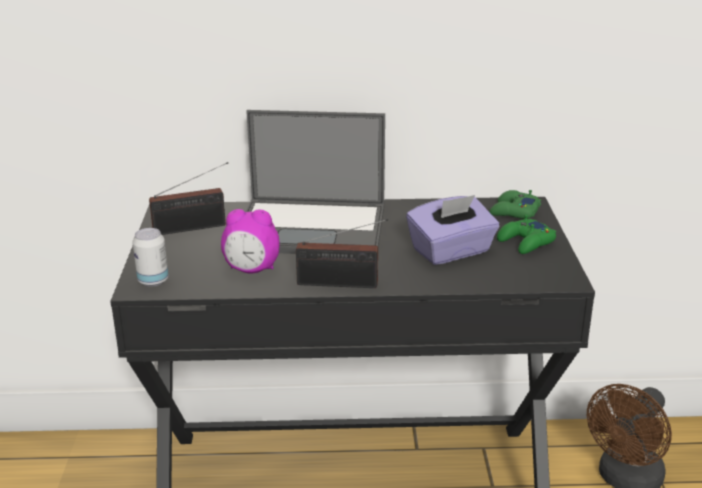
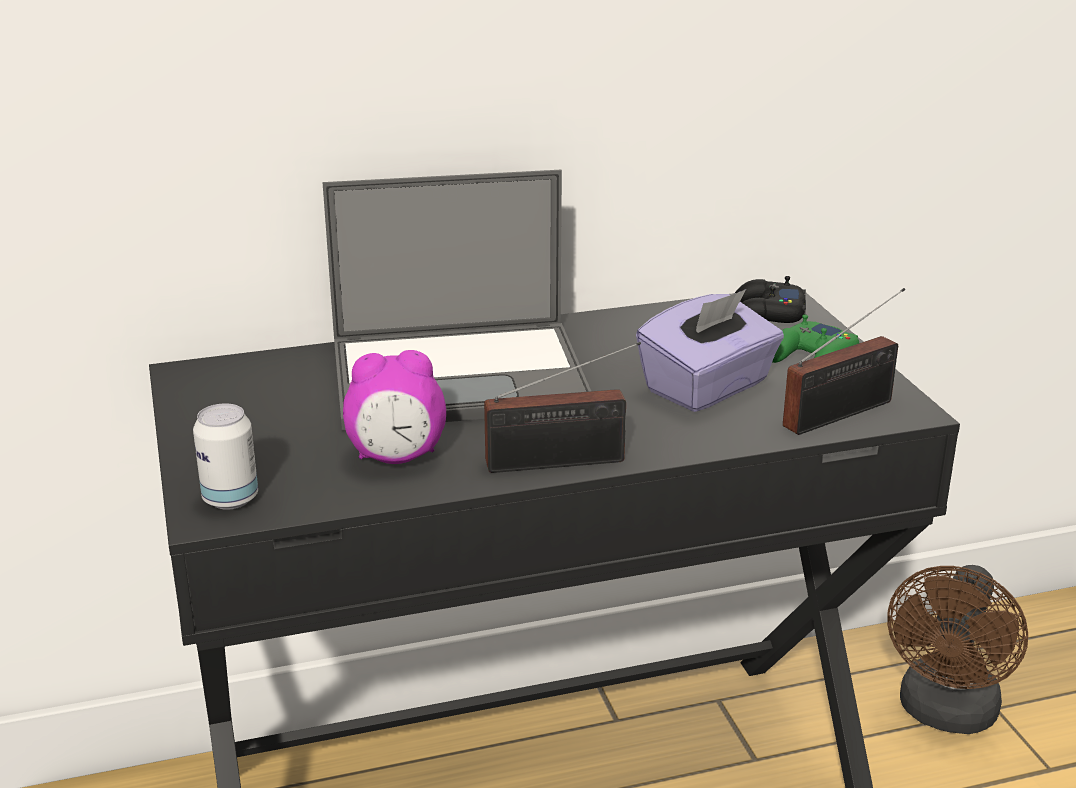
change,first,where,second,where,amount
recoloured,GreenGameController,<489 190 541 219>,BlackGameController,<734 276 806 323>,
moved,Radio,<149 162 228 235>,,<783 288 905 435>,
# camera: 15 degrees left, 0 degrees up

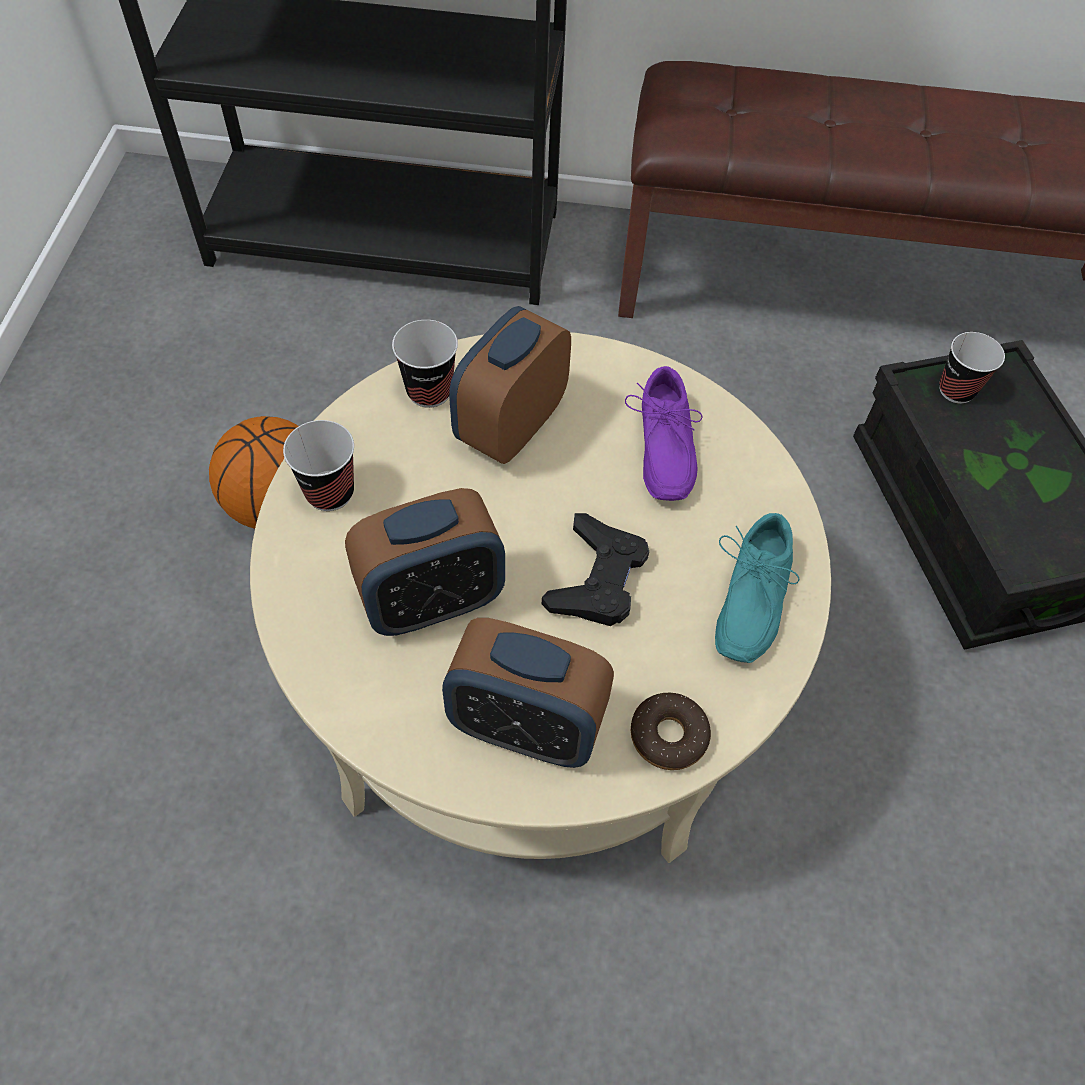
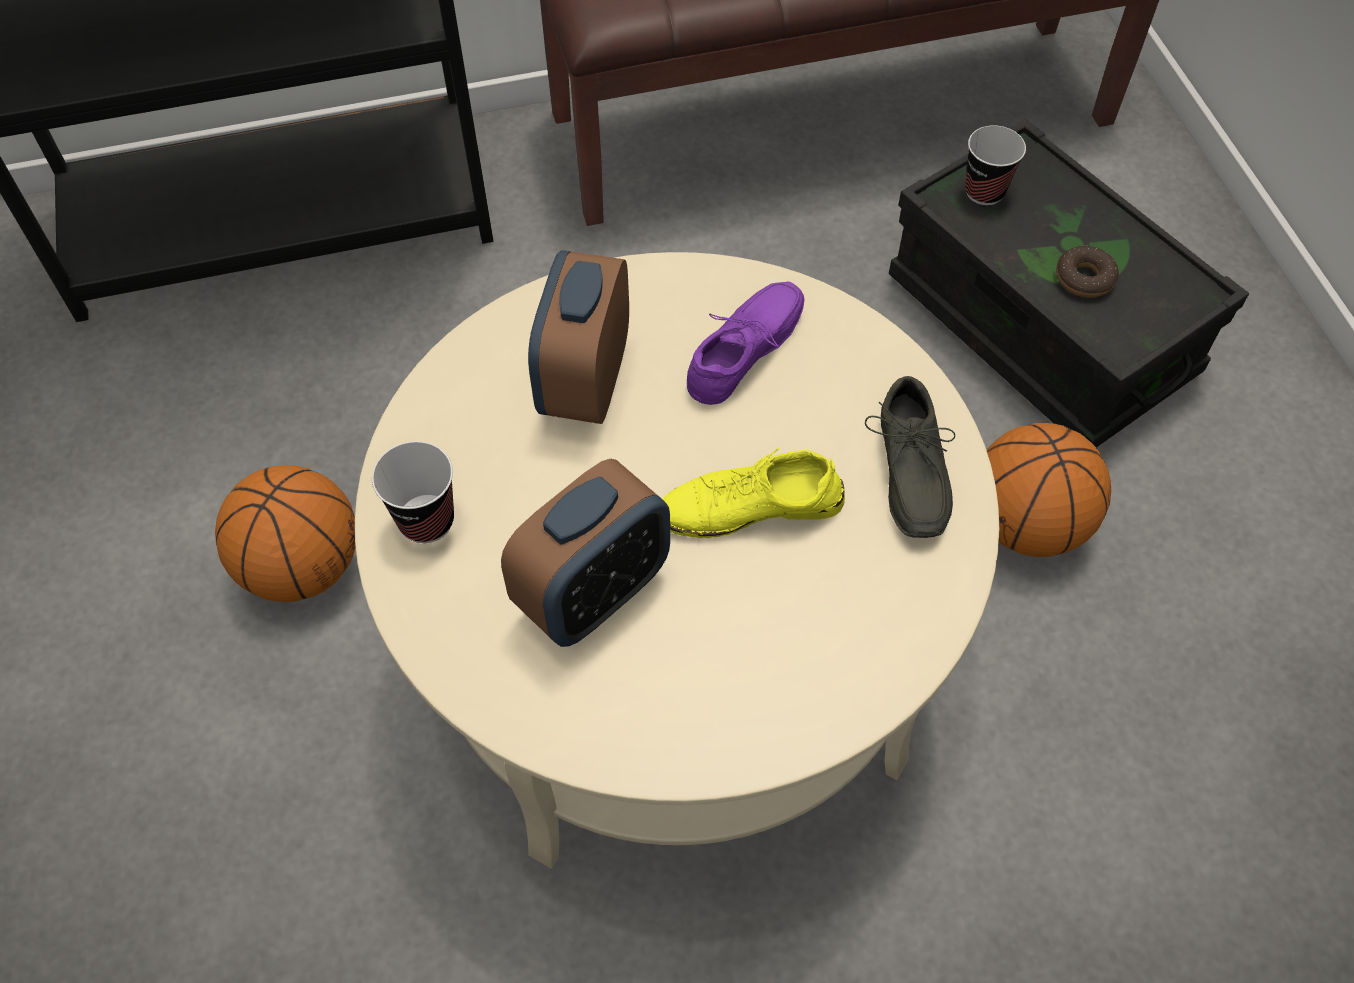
change,first,where,second,where,amount
replaced,BlackGameController,<542 513 649 626>,YellowShoe,<663 447 845 538>,
turned,PurpleShoe,<625 366 703 501>,,<687 281 805 405>,120 degrees counterclockwise
recoloured,TurquoiseShoe,<715 513 799 663>,GreyShoe,<865 376 955 538>,
added,,,Basketball,<987 423 1111 557>,
moved,Donut,<631 693 711 770>,,<1056 245 1119 298>,
removed,Cup,<392 320 458 408>,,,
removed,AlarmClock,<442 618 614 768>,,,
# camera: 20 degrees left, 0 degrees up

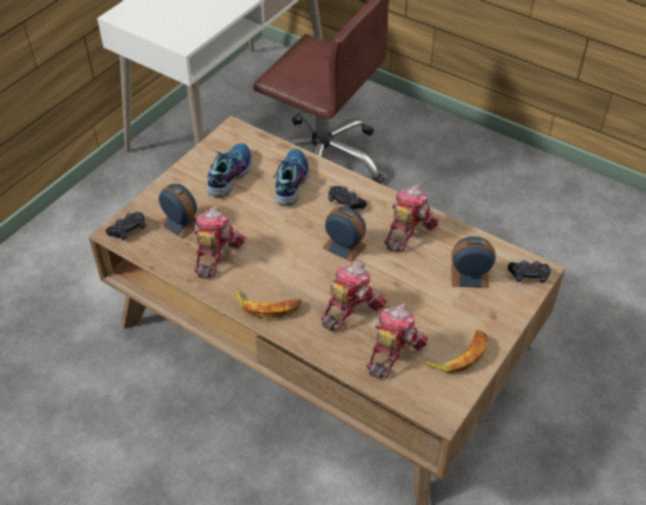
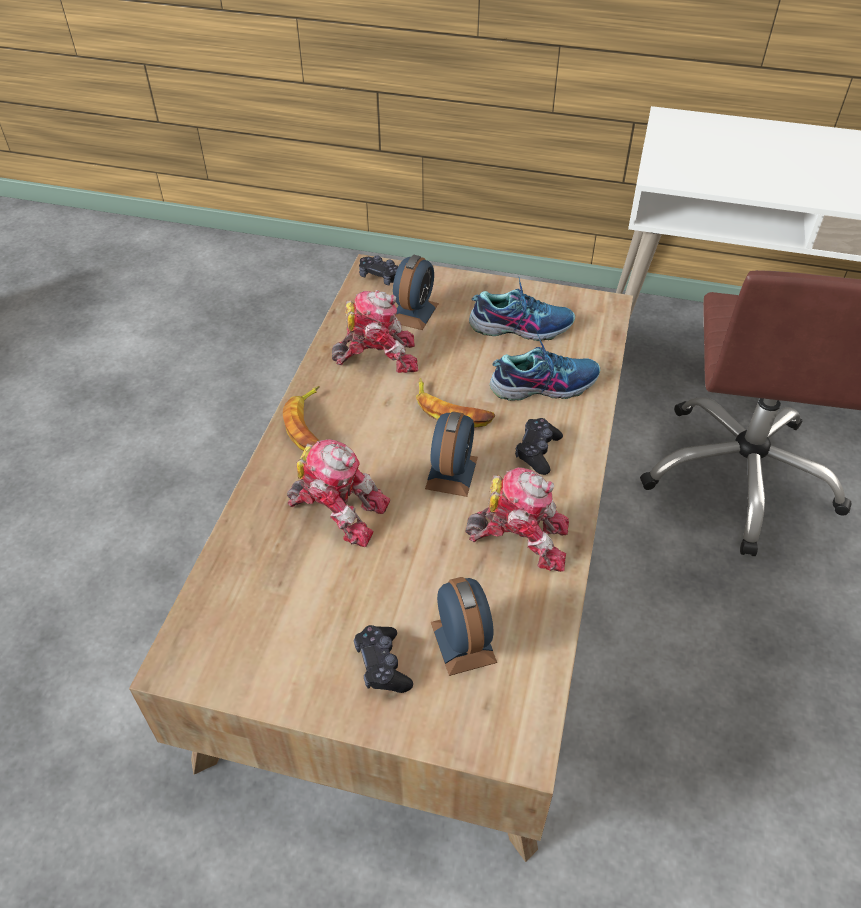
change,first,where,second,where,amount
moved,BlackGameController,<508 260 551 283>,,<354 625 413 693>,
moved,Banana,<424 330 488 373>,,<416 378 496 428>,
removed,ToyRobot,<366 303 428 379>,,,
# camera: 70 degrees right, 0 degrees up

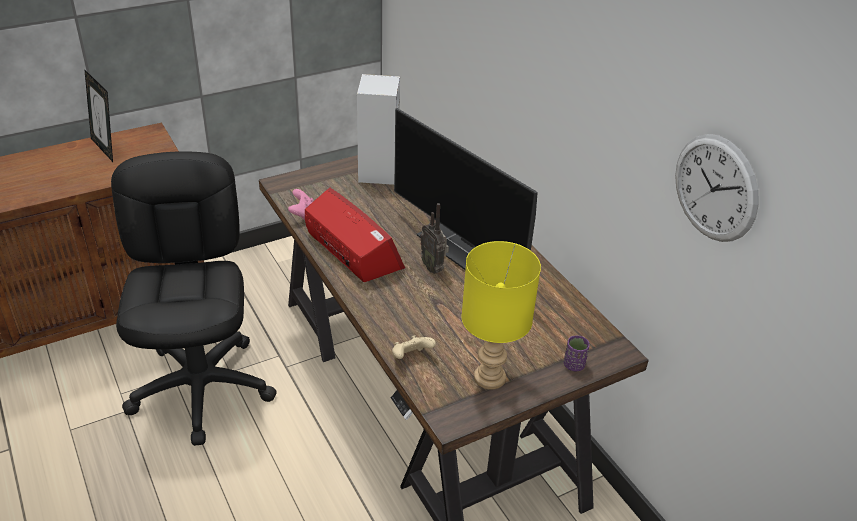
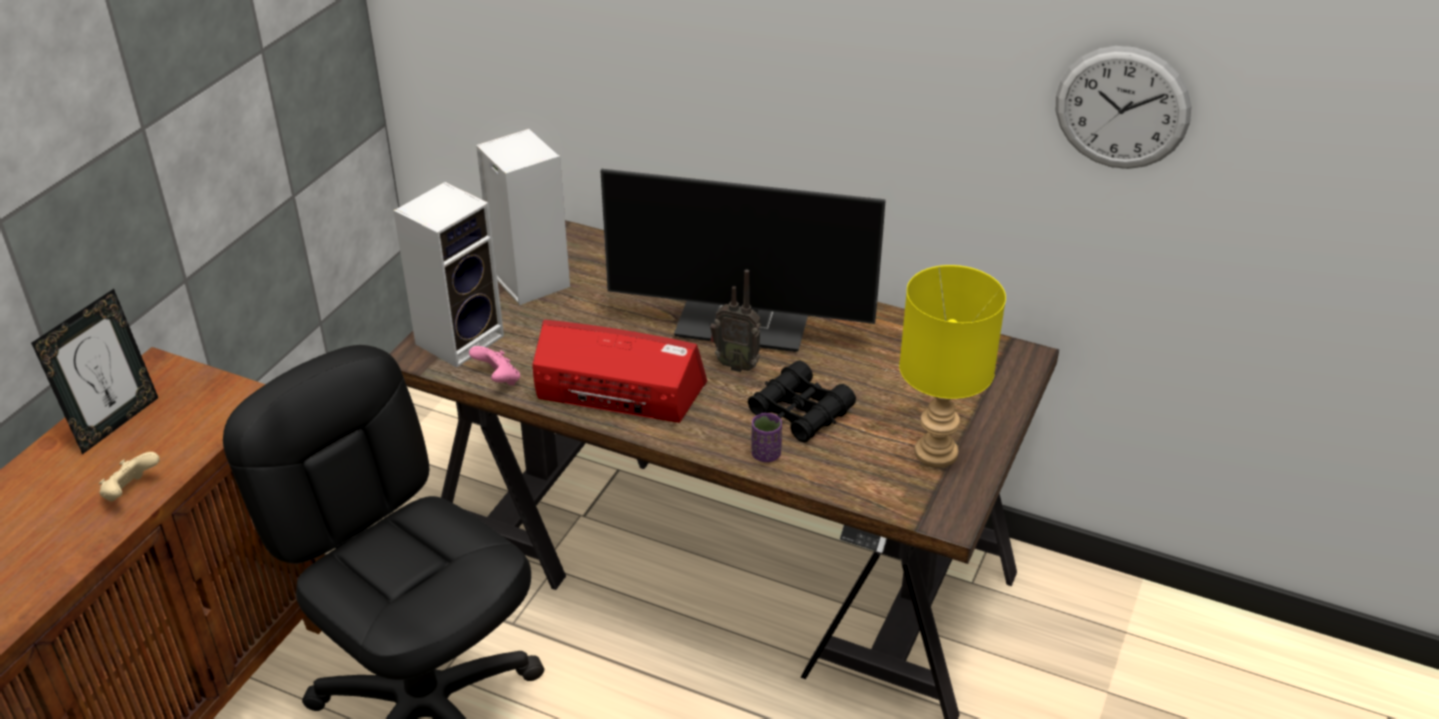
change,first,where,second,where,amount
turned,PictureFrame,<84 69 113 162>,,<31 289 158 454>,75 degrees counterclockwise
moved,BeigeGameController,<392 335 436 359>,,<99 452 160 501>,
added,,,Speaker,<393 182 504 368>,
added,,,BlackBinoculars,<748 360 856 443>,
moved,PurpleCup,<564 336 590 371>,,<751 413 782 462>,
# camera: 35 degrees left, 0 degrees up

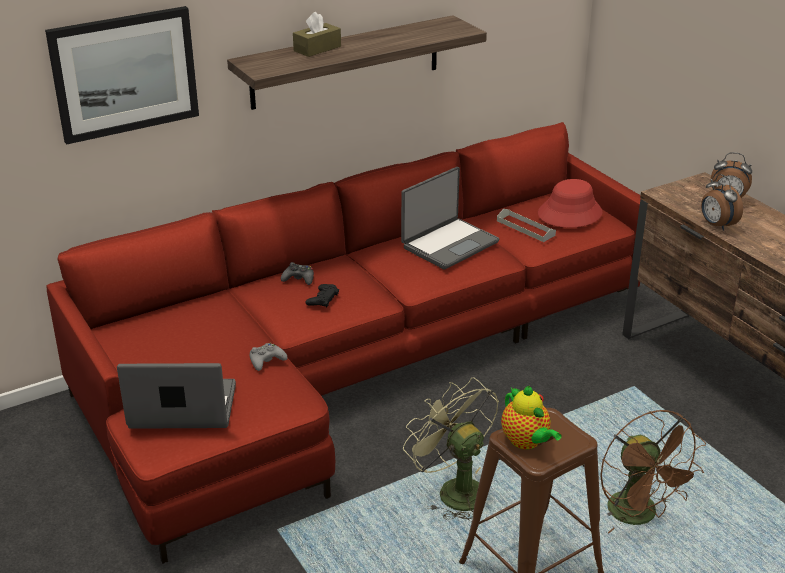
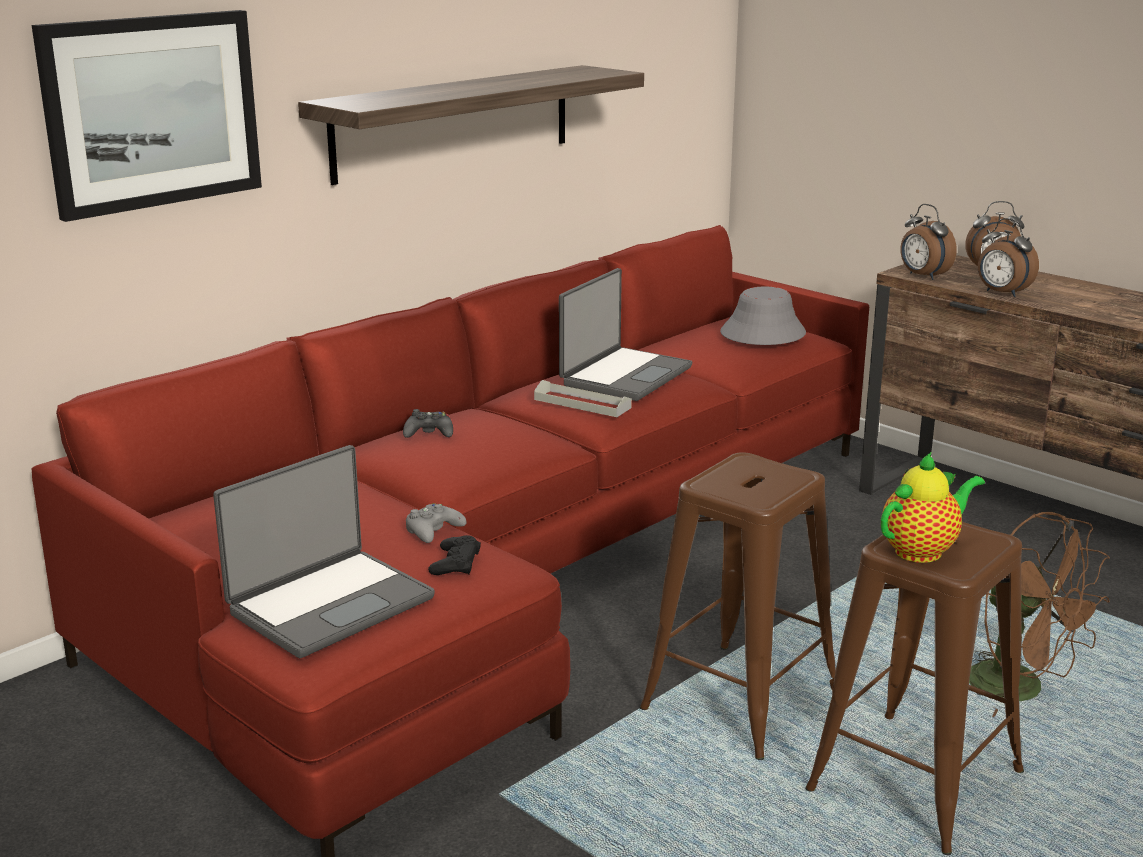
change,first,where,second,where,amount
turned,Laptop,<117 363 236 429>,,<213 445 435 658>,150 degrees clockwise
moved,BlackGameController,<306 284 339 308>,,<428 535 481 575>,
moved,GreyTray,<497 209 556 242>,,<534 380 632 417>,
replaced,GreenFan,<403 377 499 520>,BrownStool,<640 452 836 760>,
recoloured,RedHat,<538 179 603 228>,GreyHat,<720 287 806 345>,
turned,Teapot,<501 386 562 450>,,<881 452 985 563>,75 degrees counterclockwise
added,,,AlarmClock,<901 204 956 280>,
removed,BrownTissueBox,<293 12 341 57>,,,
# camera: 15 degrees left, 10 degrees down

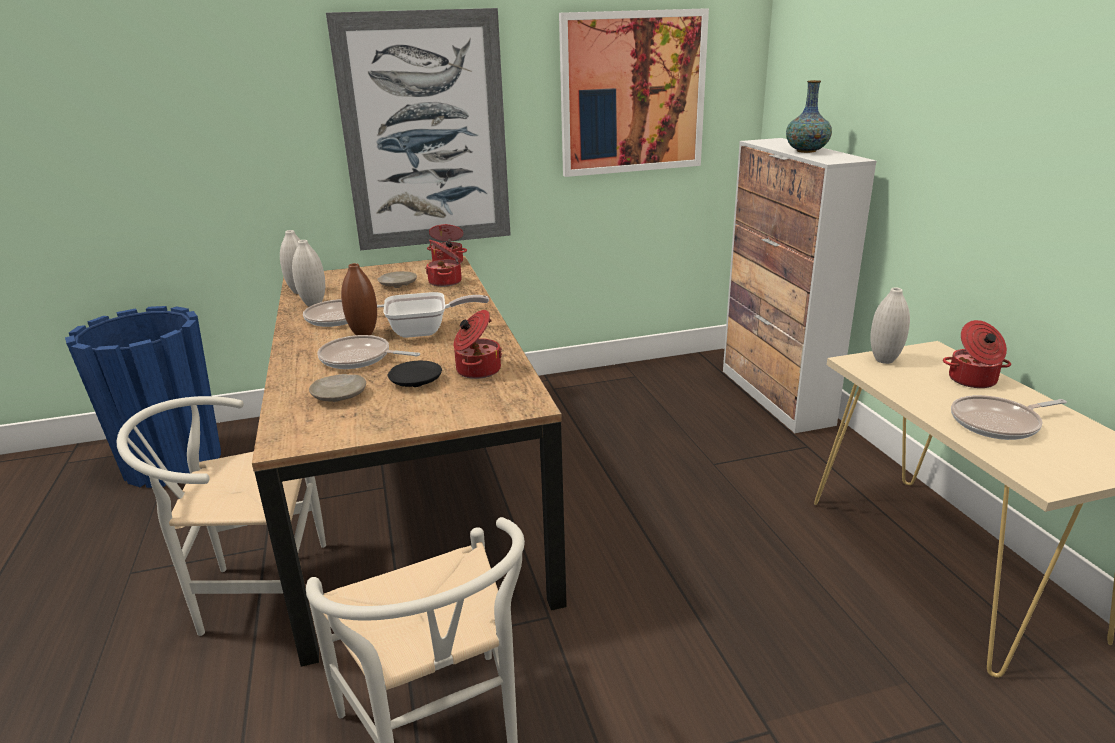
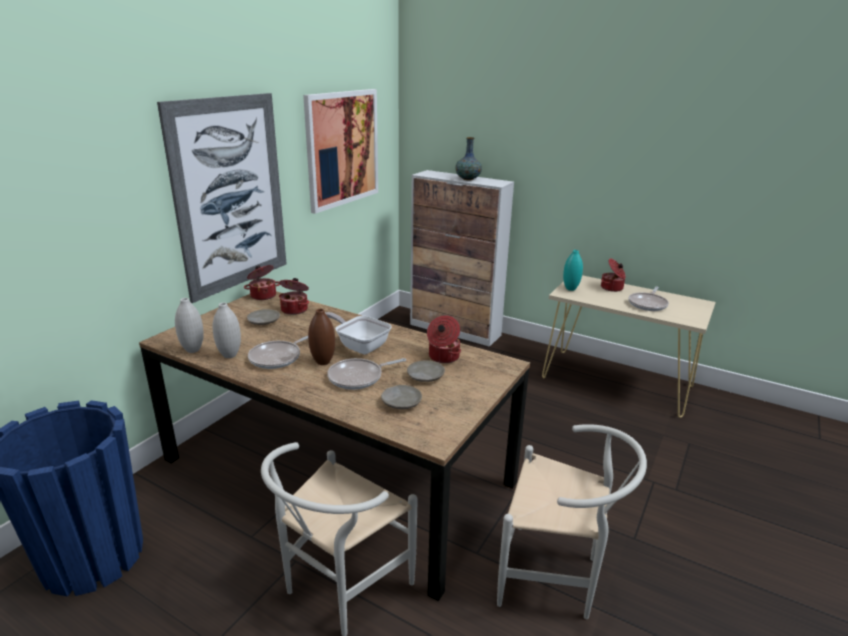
change,first,where,second,where,amount
turned,FryingPan,<383 292 489 338>,,<325 312 392 354>,90 degrees counterclockwise
recoloured,BlackPlate,<387 361 442 387>,BeigePlate,<407 360 445 382>,
recoloured,WhiteVase,<870 288 910 364>,TurquoiseVase,<563 250 583 291>,
# camera: 45 degrees left, 0 degrees up

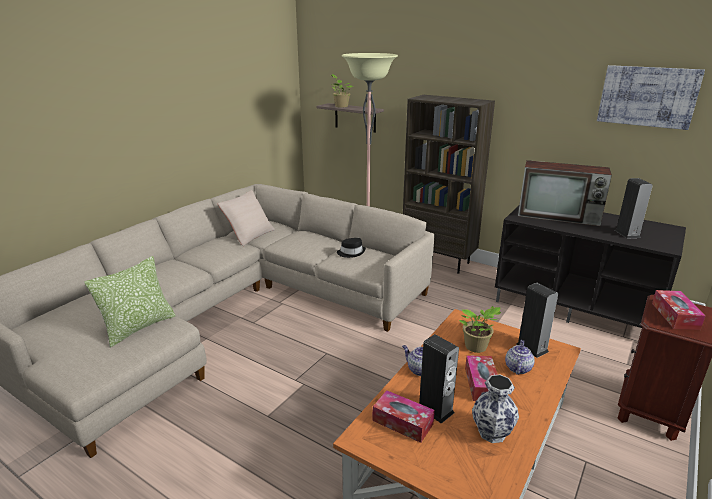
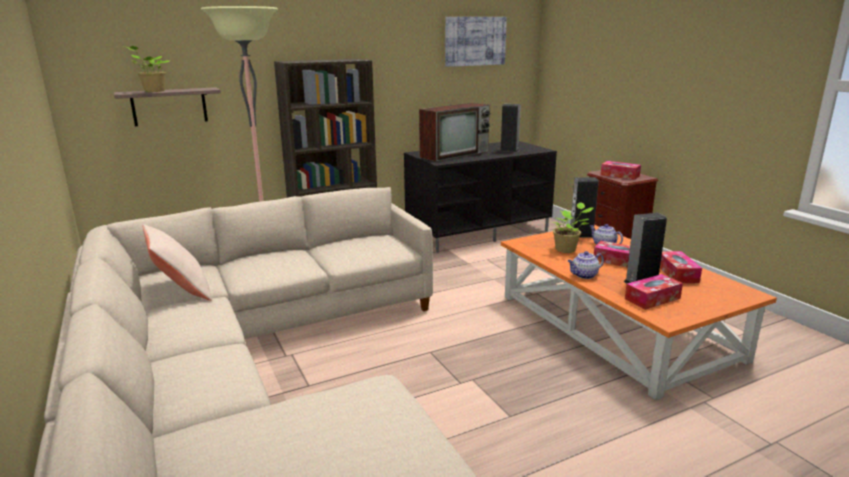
change,first,where,second,where,amount
replaced,Vase,<472 375 519 443>,TissueBox,<660 251 702 283>,
removed,Pillow,<84 256 176 347>,,,
removed,BlackHat,<337 238 366 258>,,,
# camera: 60 degrees left, 5 degrees down

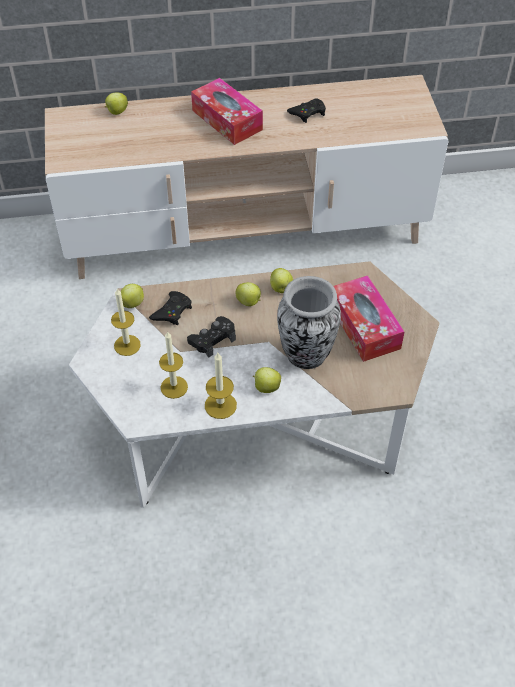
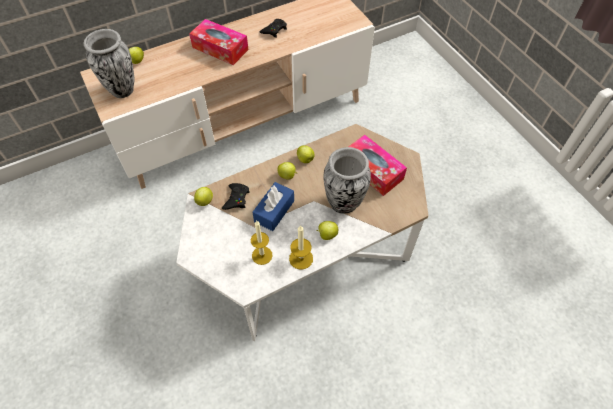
change,first,where,second,where,amount
added,,,Vase,<84 29 135 98>,
replaced,BlackGameController,<187 316 236 358>,BlueTissueBox,<253 182 294 231>,
removed,Candle,<111 289 141 356>,,,
# camera: 20 degrees left, 5 degrees up

